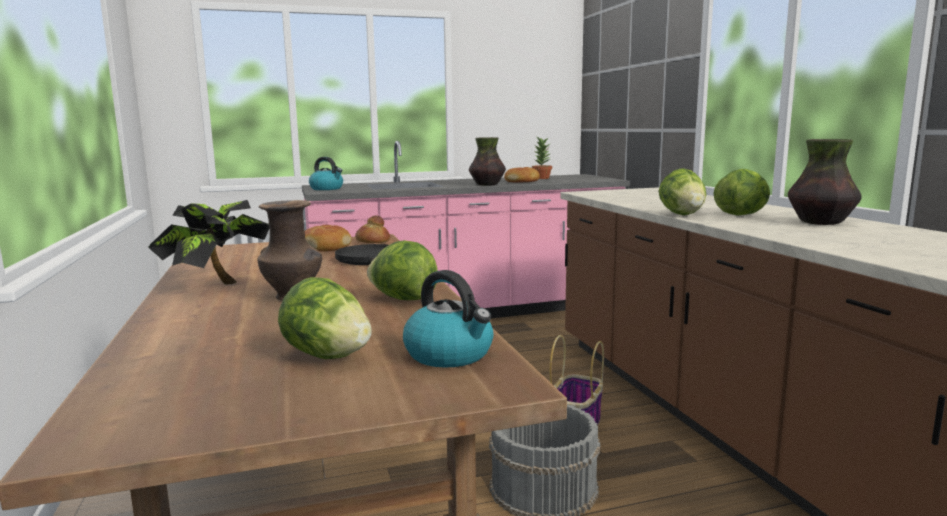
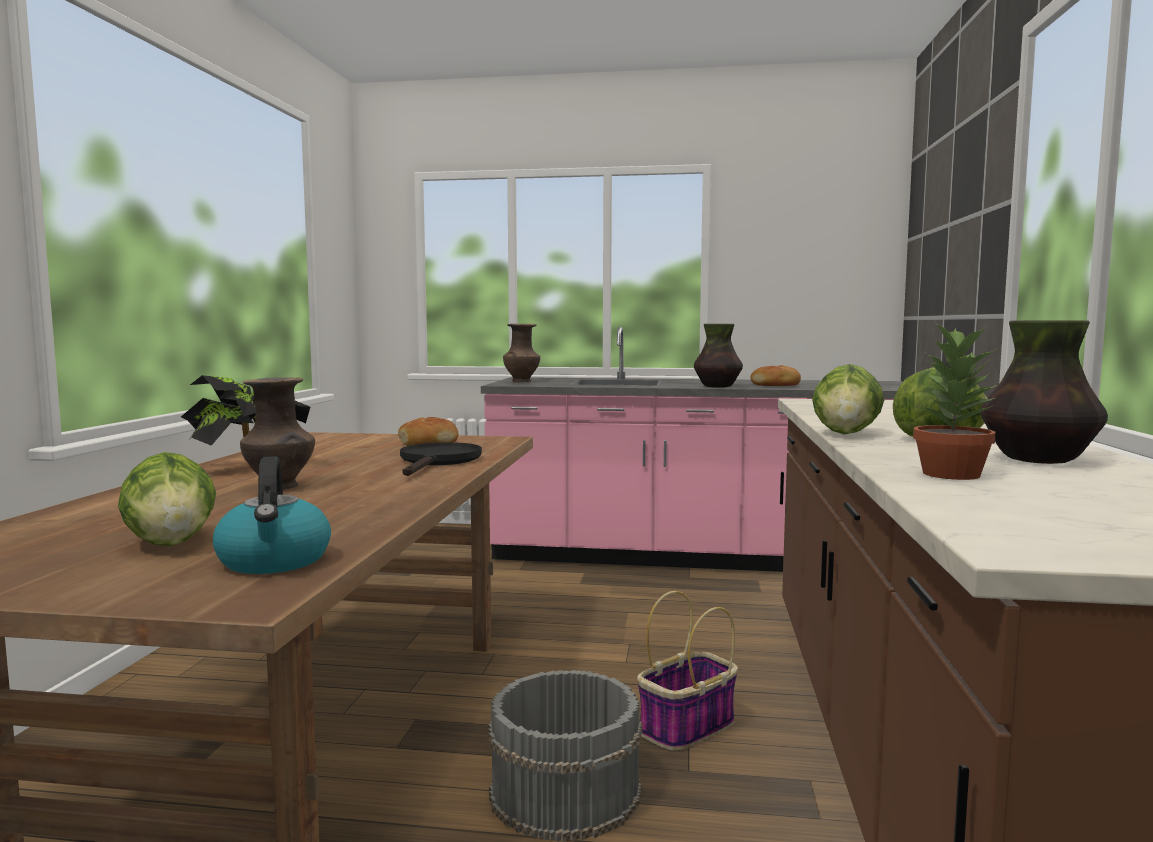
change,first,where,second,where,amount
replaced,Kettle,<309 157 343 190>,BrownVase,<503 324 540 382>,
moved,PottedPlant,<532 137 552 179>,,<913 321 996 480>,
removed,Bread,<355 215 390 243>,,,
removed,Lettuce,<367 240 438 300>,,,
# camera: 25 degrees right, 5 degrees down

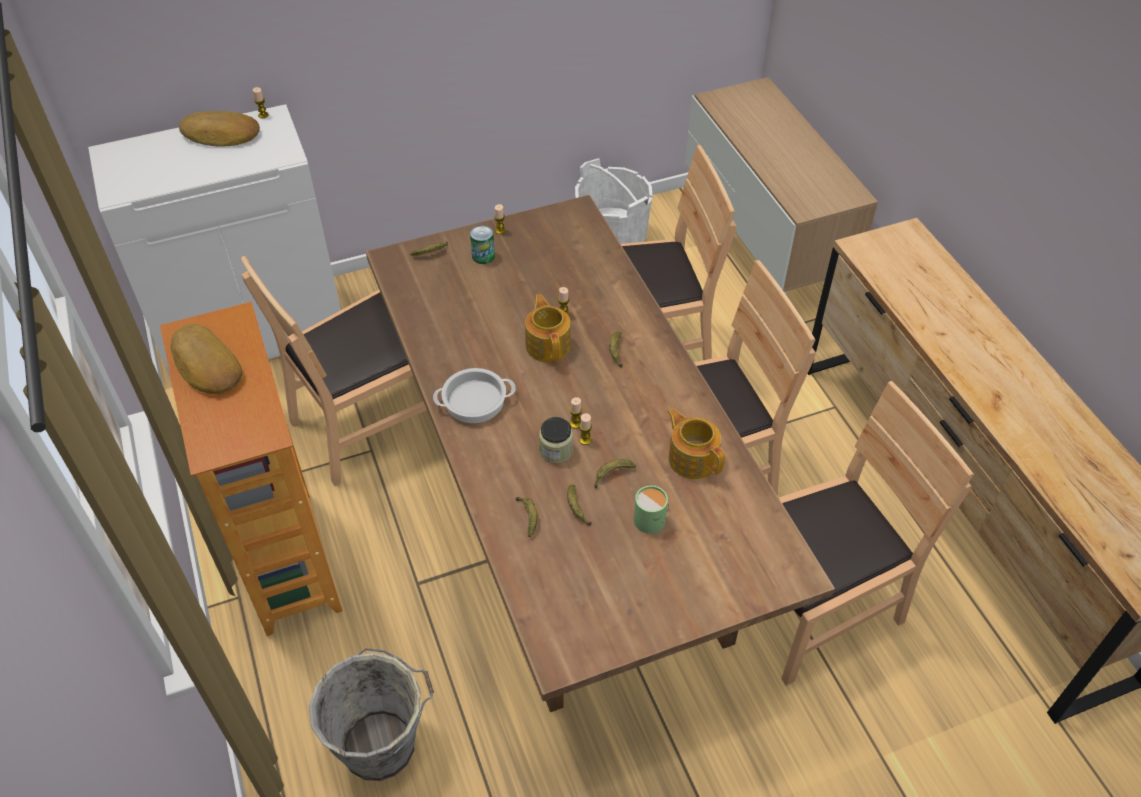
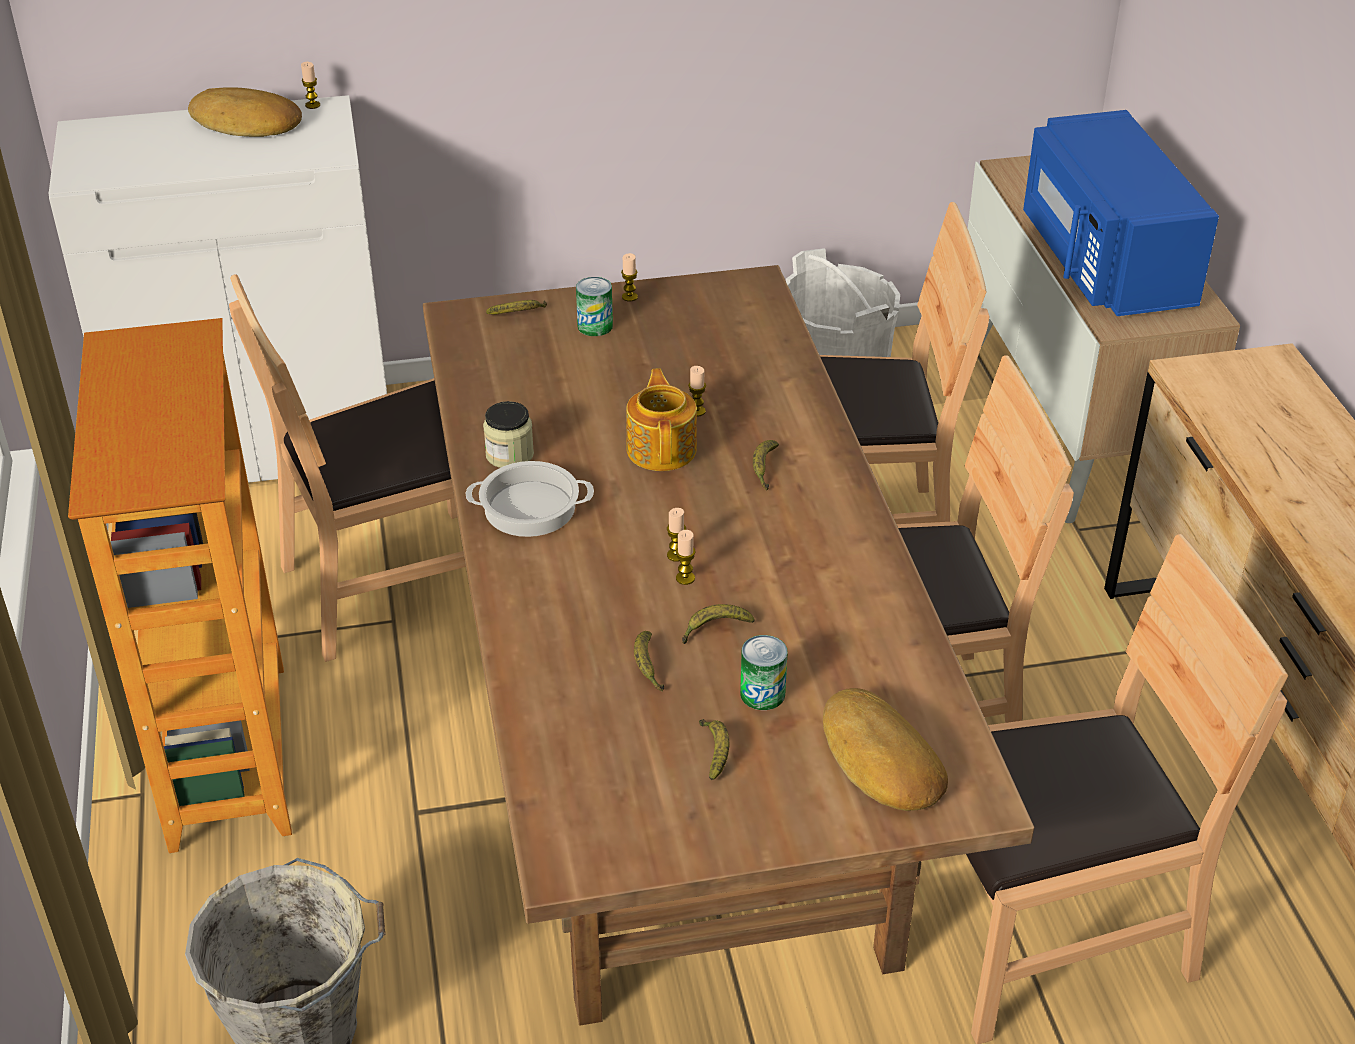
change,first,where,second,where,amount
moved,Jar,<539 417 573 463>,,<483 401 534 468>,
moved,Banana,<516 497 537 537>,,<699 719 729 780>,
replaced,GreenMug,<634 485 669 534>,Can,<740 635 787 710>,
moved,Bread,<170 324 243 394>,,<823 688 948 811>,
added,,,BlueMicrowave,<1023 110 1219 316>,
removed,Teapot,<667 408 725 479>,,,
# camera: 10 degrees right, 10 degrees down

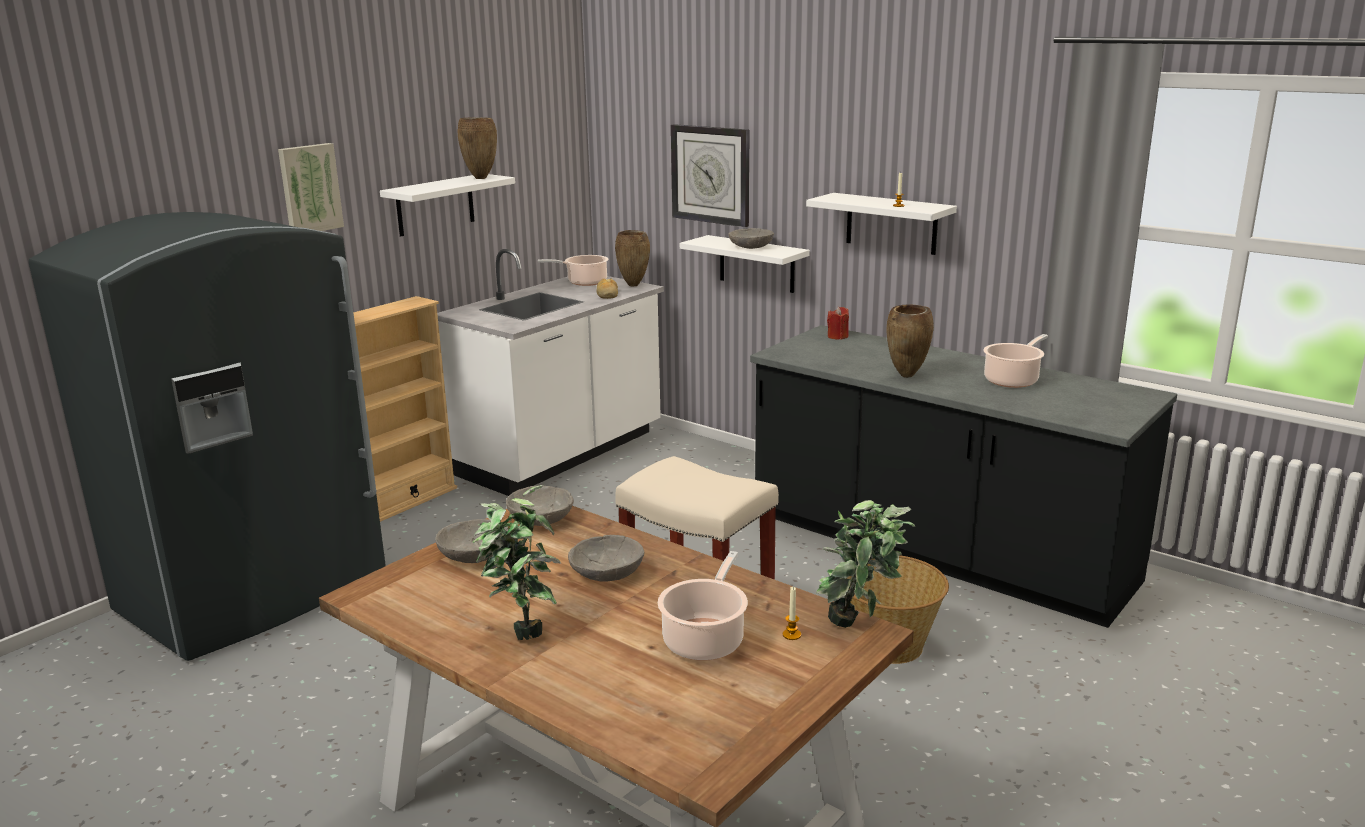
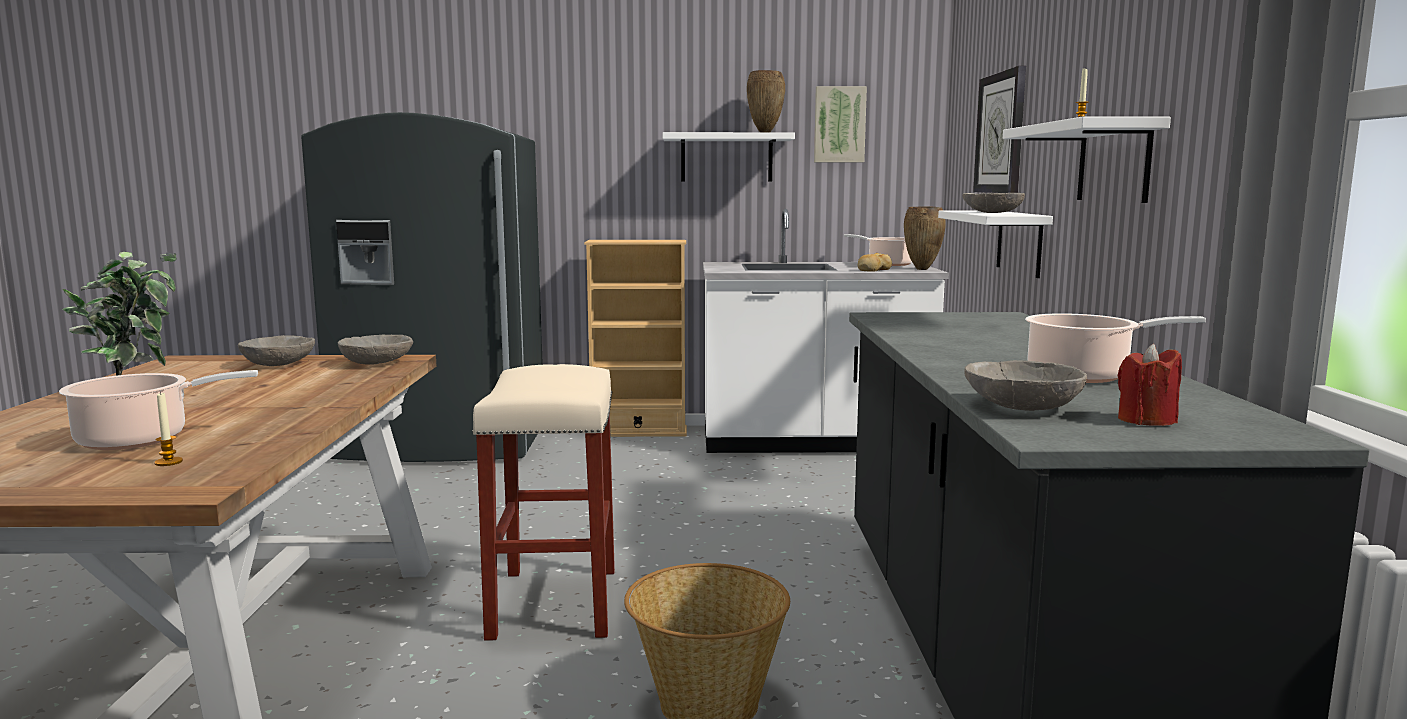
change,first,where,second,where,amount
moved,Picture,<278 143 344 231>,,<814 86 867 162>,
moved,GreyBowl,<568 535 645 582>,,<964 360 1087 411>,
moved,RedCandle,<827 307 849 340>,,<1118 344 1182 426>,
removed,PottedPlant,<816 500 915 628>,,,
removed,BrownVase,<887 305 934 378>,,,
# camera: 50 degrees right, 10 degrees down

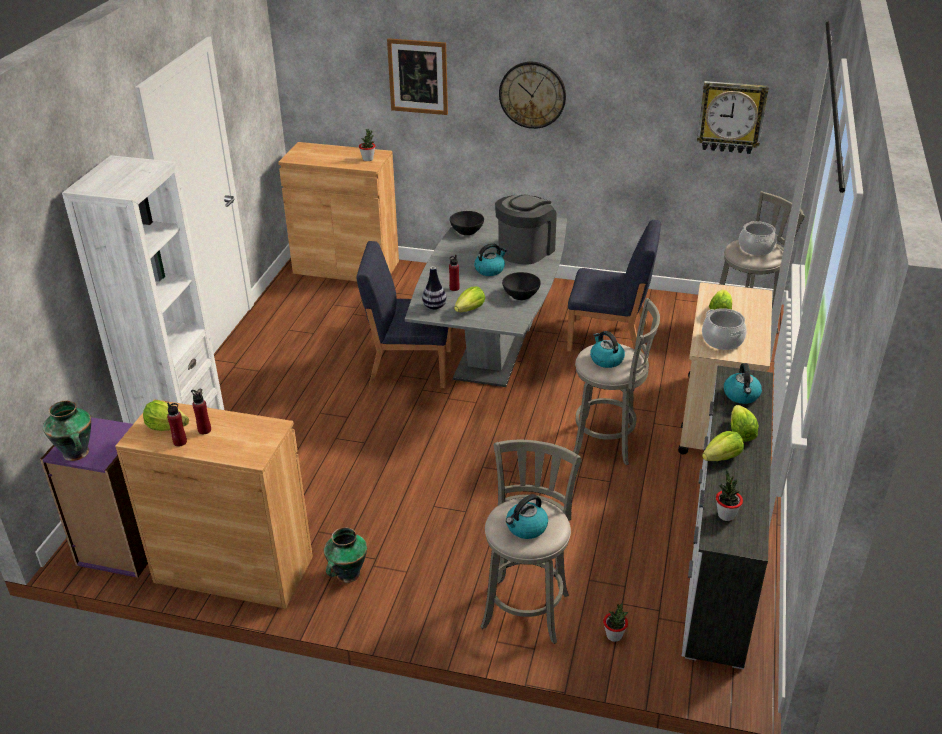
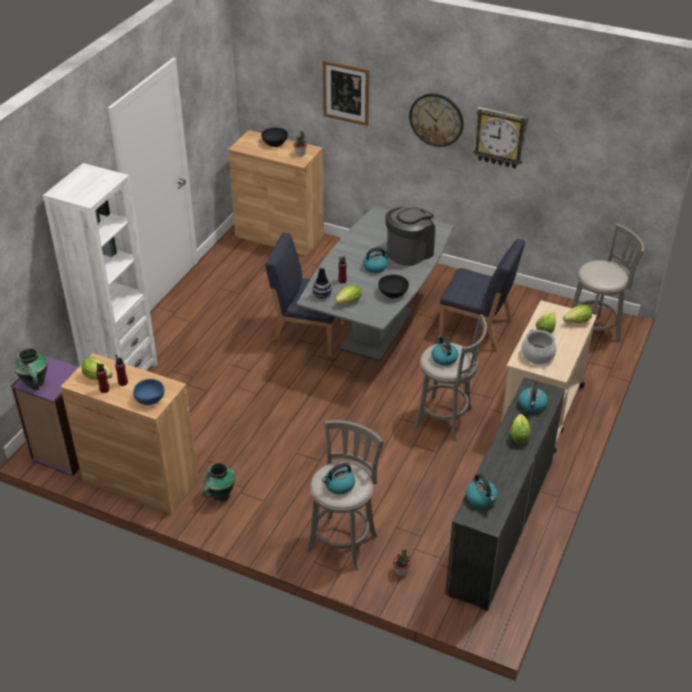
change,first,where,second,where,amount
added,,,BlueBowl,<133 379 165 405>,
moved,BlackBowl,<450 211 484 235>,,<261 127 288 147>,
recoloured,WhiteDresser,<682 366 773 670>,BrownDresser,<445 377 565 611>,
replaced,PottedPlant,<716 470 743 521>,Kettle,<466 474 498 508>,
moved,WallClock,<697 81 769 154>,,<473 107 528 169>,
moved,Lettuce,<702 431 744 461>,,<563 305 592 323>,
removed,CookingPot,<739 221 777 255>,,,
# camera: 10 degrees right, 5 degrees up

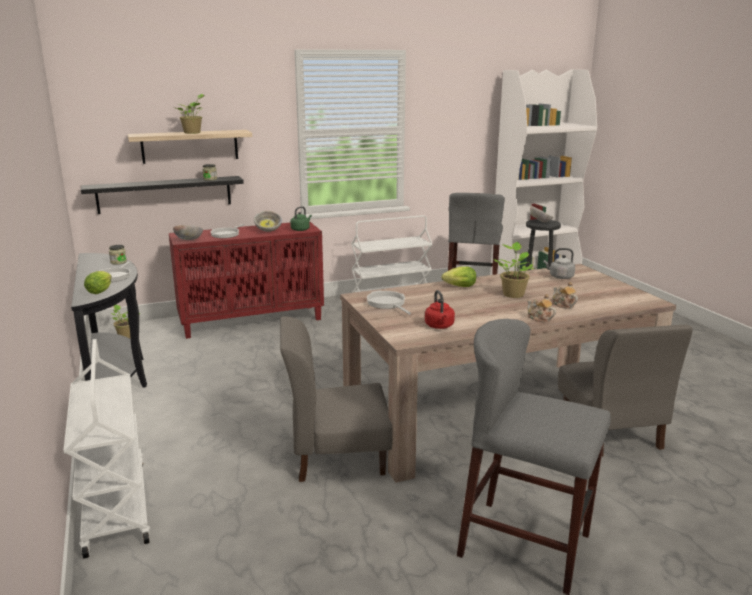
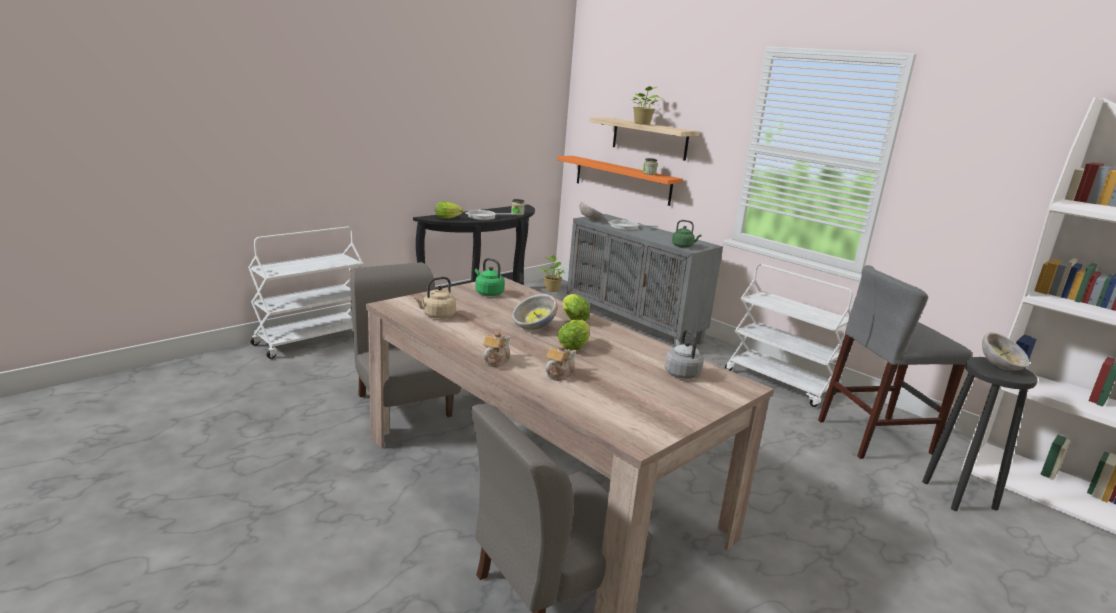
change,first,where,second,where,amount
recoloured,RedKettle,<425 290 455 329>,BeigeKettle,<414 277 456 319>,
replaced,FryingPan,<367 290 411 314>,GreenKettle,<475 258 505 296>,
moved,Bowl,<254 211 282 232>,,<512 294 557 330>,
recoloured,BlackShelf,<81 176 244 214>,OrangeShelf,<557 156 683 206>,
replaced,PottedPlant,<494 242 535 298>,Lettuce,<558 320 589 351>,
recoloured,RedCabinet,<169 222 324 339>,GreyCabinet,<567 214 723 348>,
removed,GreyStool,<457 319 611 595>,,,
# camera: 65 degrees right, 0 degrees up

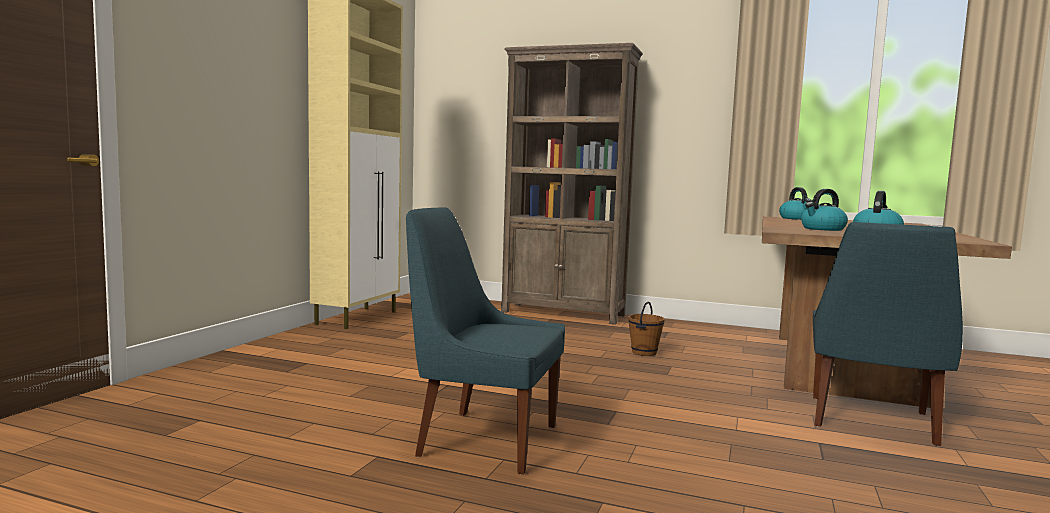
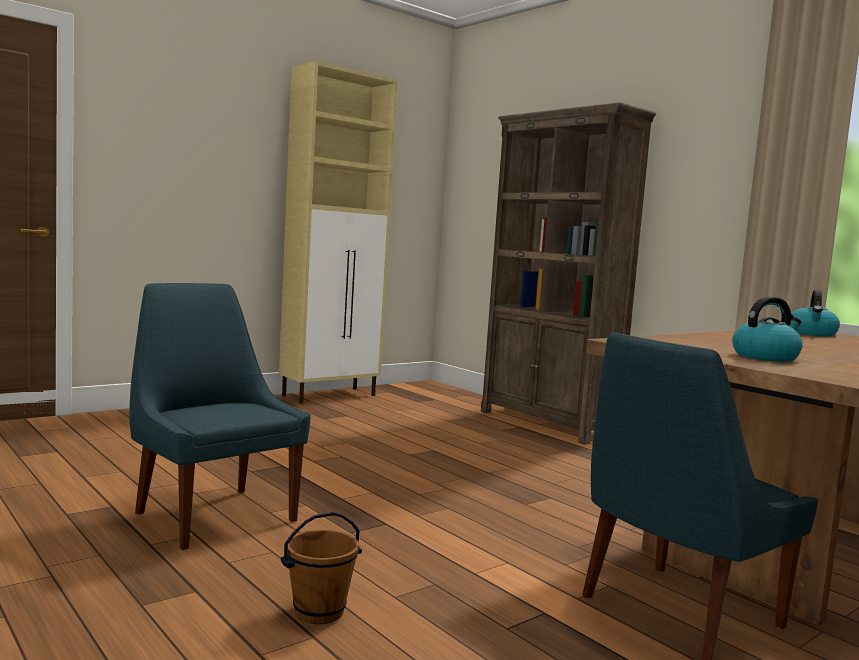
change,first,where,second,where,amount
moved,BrownBucket,<628 301 665 356>,,<281 512 362 624>,
removed,Kettle,<801 189 848 231>,,,
# camera: 30 degrees right, 0 degrees up

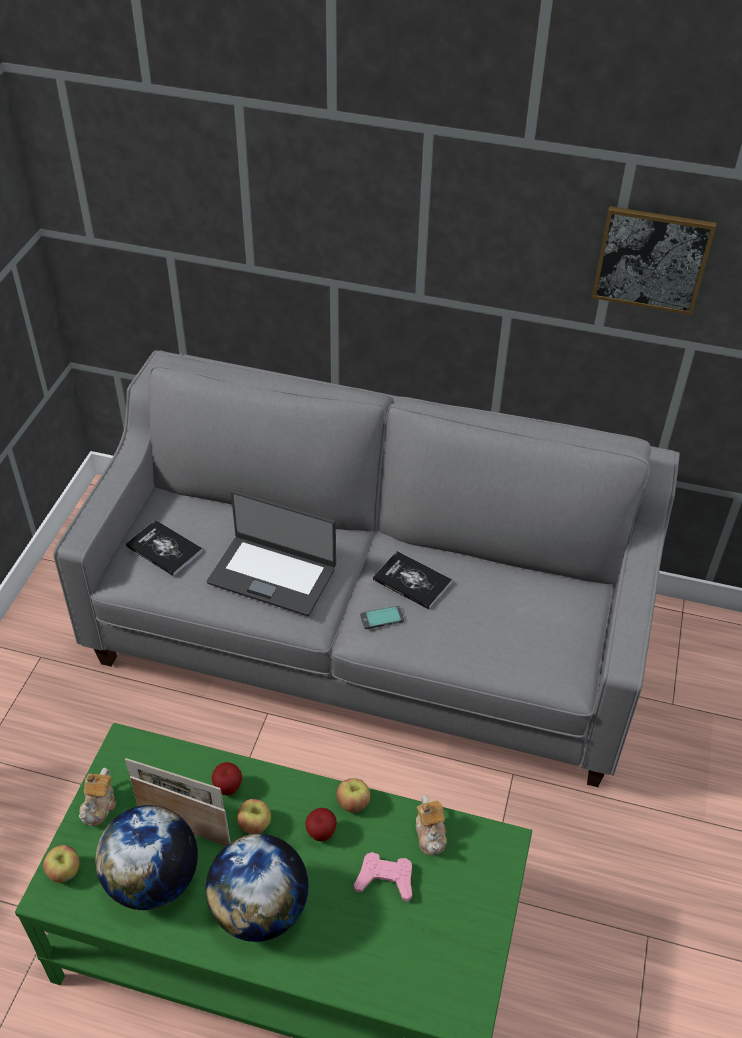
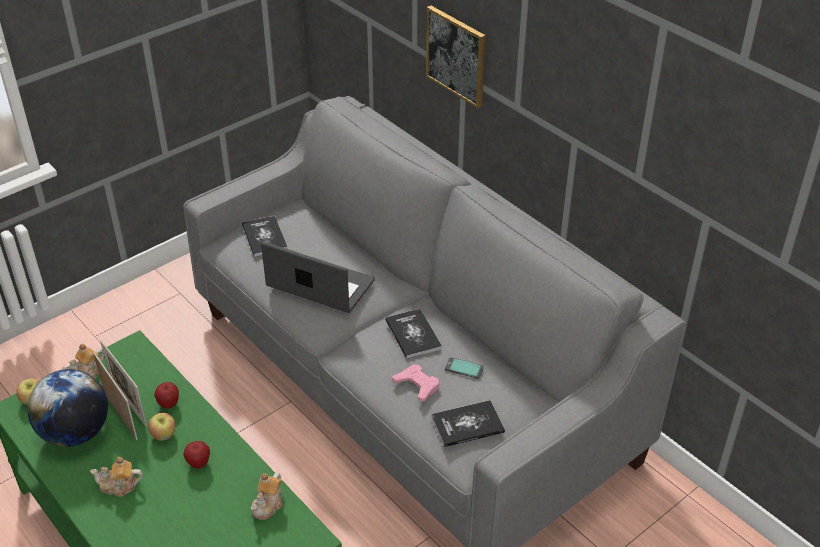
change,first,where,second,where,amount
replaced,Globe,<206 834 309 942>,Teapot,<90 457 143 497>,
turned,Laptop,<207 490 336 616>,,<261 242 375 313>,150 degrees clockwise
moved,PinkGameController,<354 852 412 902>,,<392 364 439 402>,
moved,Picture,<592 206 716 315>,,<426 6 486 108>,
added,,,Book,<431 400 505 447>,
moved,Phone,<360 606 404 629>,,<445 357 484 379>,
removed,Apple,<336 778 370 813>,,,
# camera: 35 degrees right, 5 degrees down

